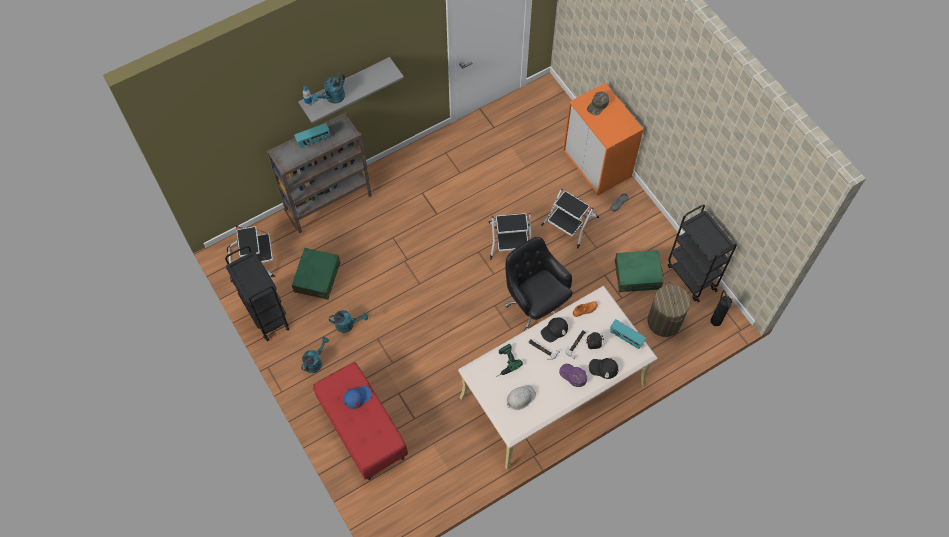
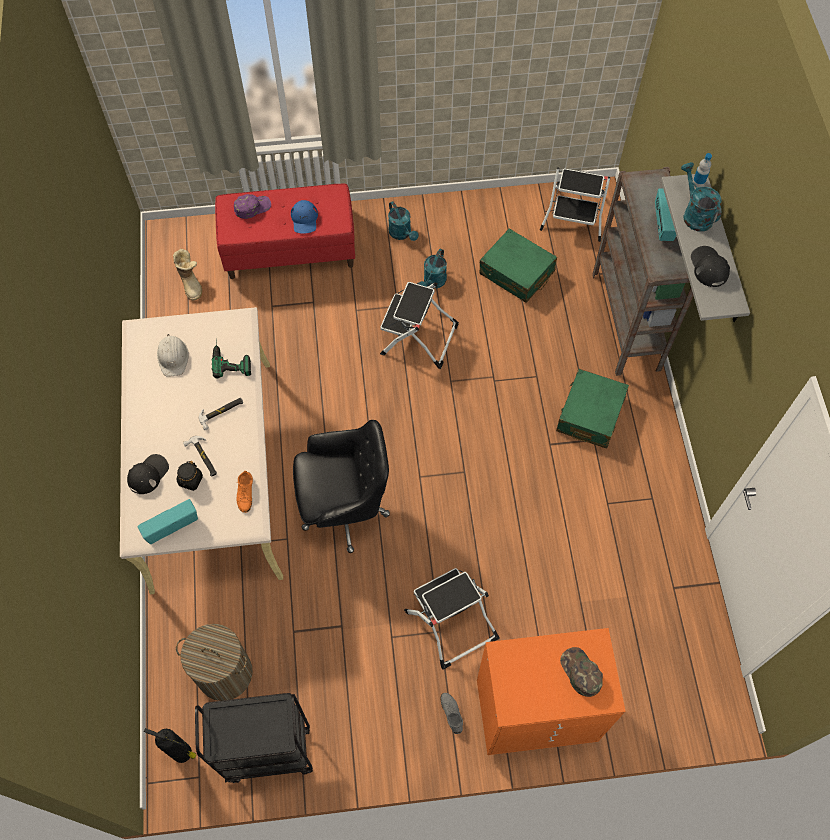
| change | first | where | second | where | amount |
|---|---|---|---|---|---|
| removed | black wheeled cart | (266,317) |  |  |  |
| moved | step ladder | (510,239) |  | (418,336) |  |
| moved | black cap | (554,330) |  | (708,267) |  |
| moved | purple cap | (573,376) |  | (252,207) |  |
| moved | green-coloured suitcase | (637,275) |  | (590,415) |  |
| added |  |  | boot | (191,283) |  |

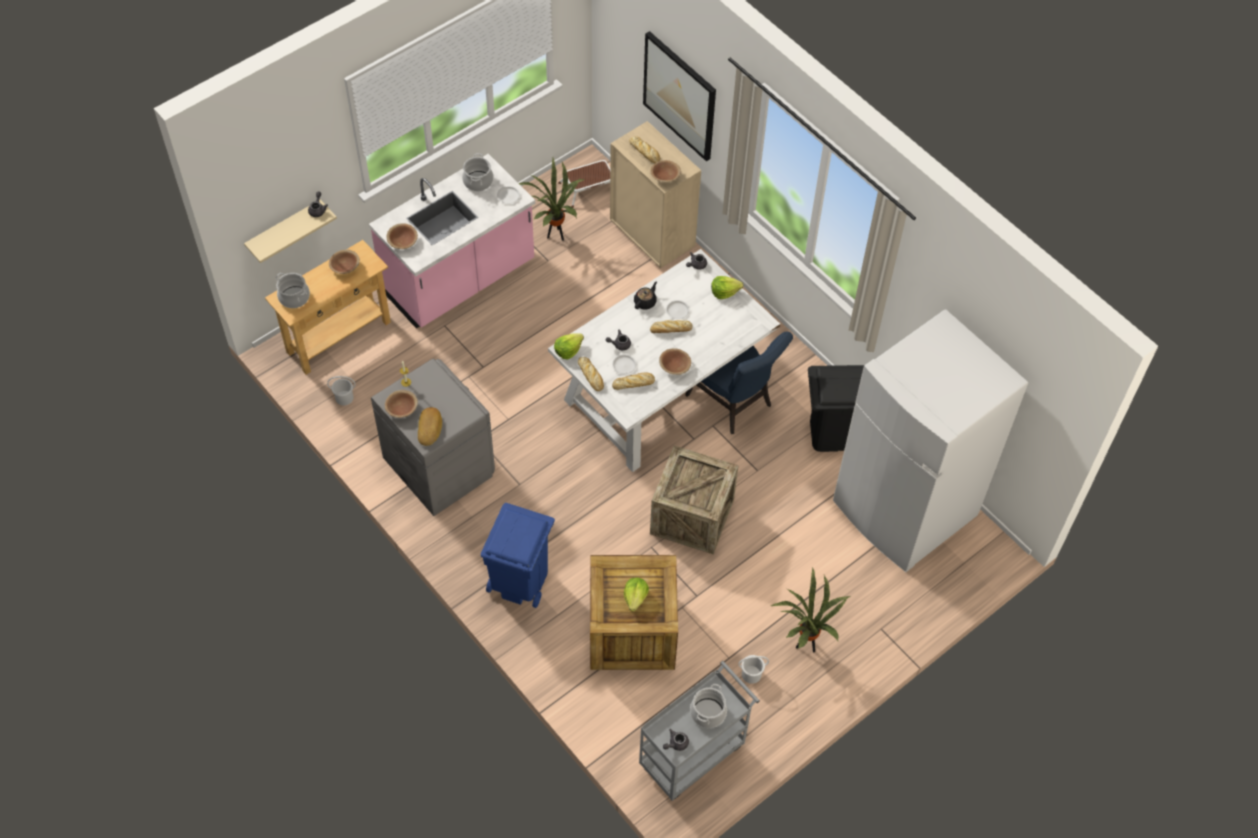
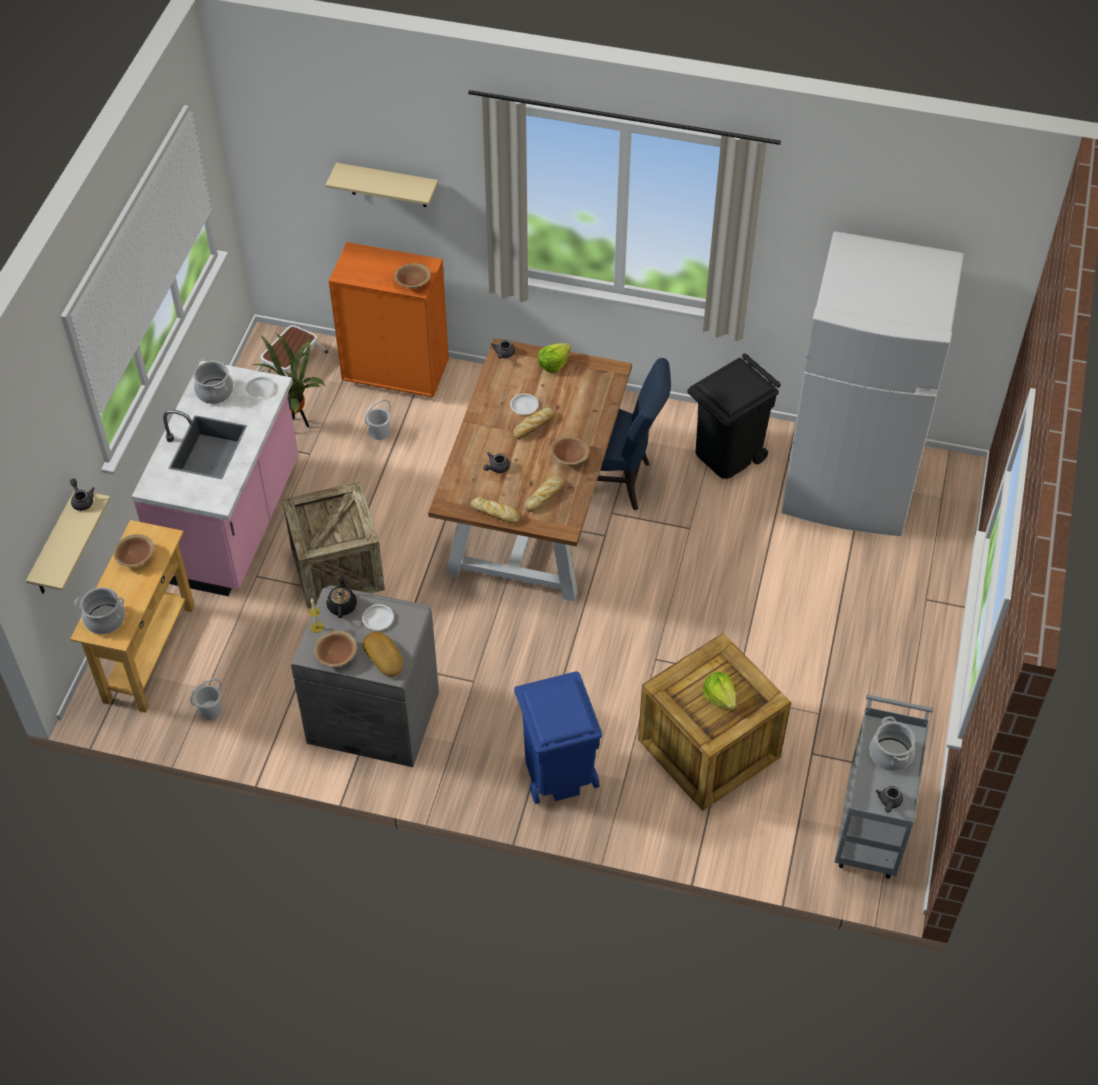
| change | first | where | second | where | amount |
|---|---|---|---|---|---|
| removed | brown serving bowl | (402,241) |  |  |  |
| recoloured | white kitchen table | (661,392) | brown kitchen table | (535,511) |  |
| removed | head of lettuce | (568,350) |  |  |  |
| recoloured | sand-coloured storage cabinet | (653,237) | orangey storage cabinet | (397,374) |  |
| moved | white plate | (624,365) |  | (378,618) |  |
| removed | bakery bread | (645,152) |  |  |  |
| moved | black teapot | (645,302) |  | (342,605) |  |
| replaced | wall art | (680,95) | sand-coloured wall shelf | (388,185) |  |
| moved | packing crate | (692,516) |  | (337,569) |  |
| moved | white pail | (751,674) |  | (380,432) |  |
| removed | plant in a pot | (805,644) |  |  |  |

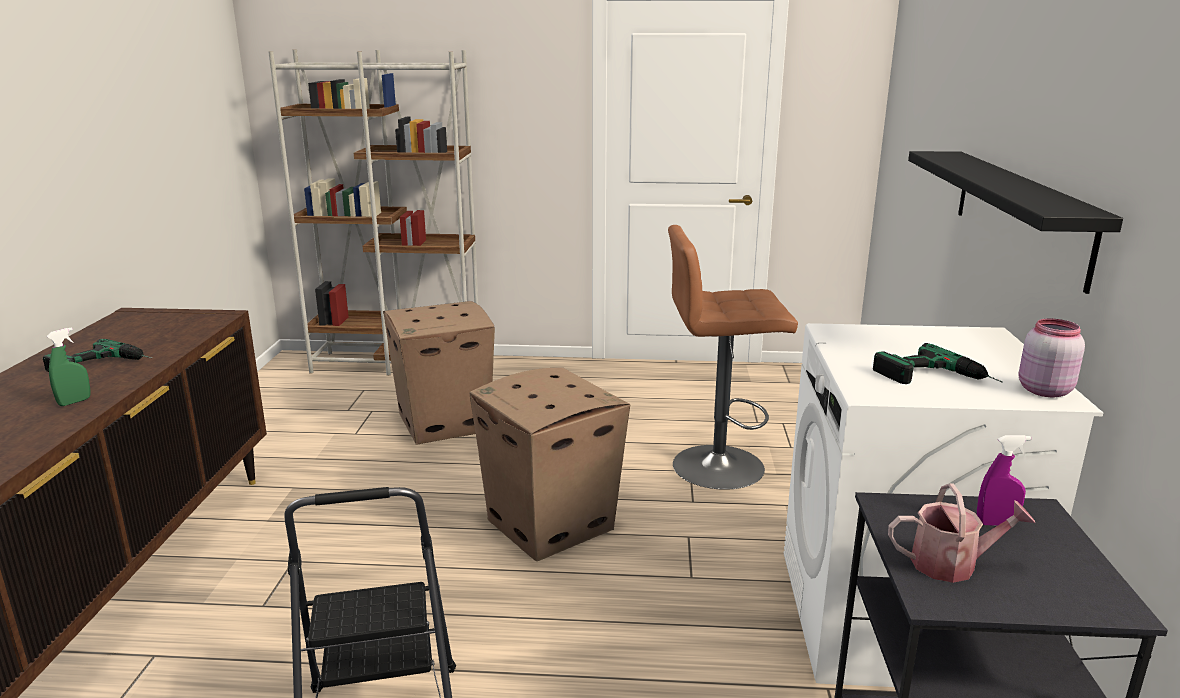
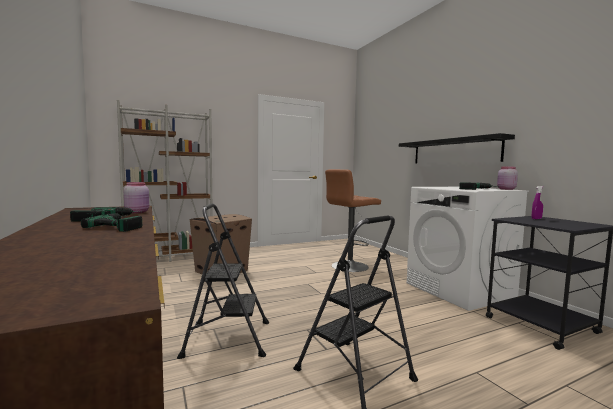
| change | first | where | second | where | amount |
|---|---|---|---|---|---|
| replaced | green-coloured sprayer | (74,402) | drill | (123,225) |  |
| removed | packing box | (551,524) |  |  |  |
| removed | watering can | (952,564) |  |  |  |
| added |  |  | pink-coloured storage jar | (137,212) |  |
| added |  |  | black step ladder | (225,338) |  |

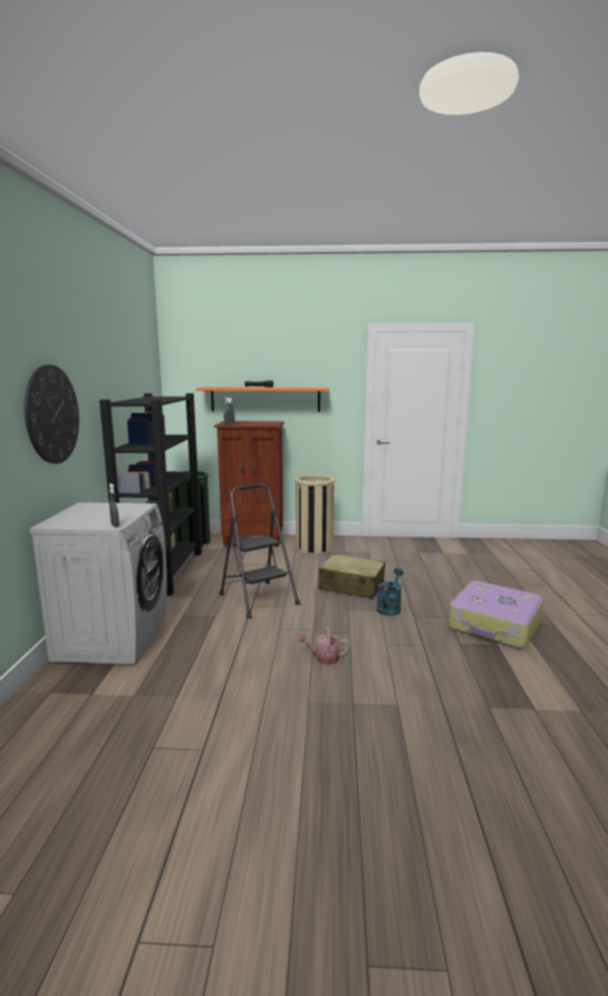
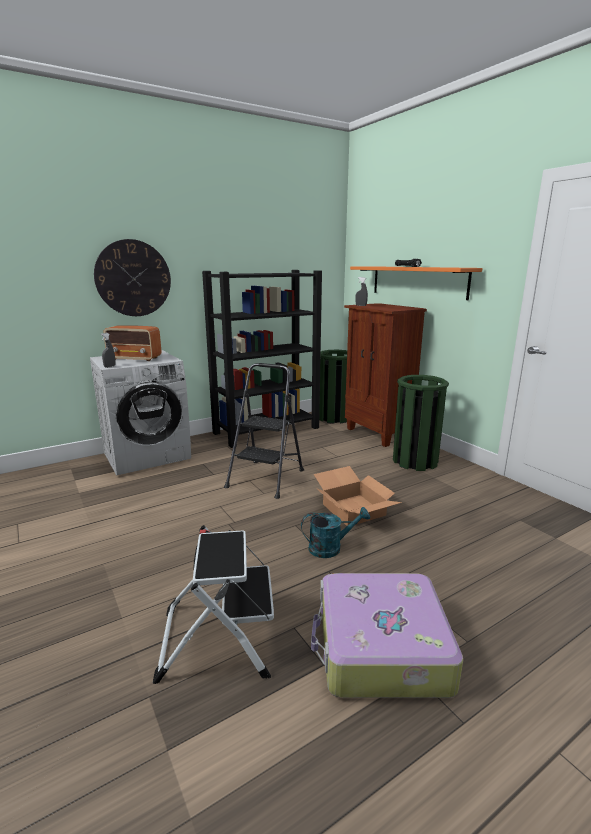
| change | first | where | second | where | amount |
|---|---|---|---|---|---|
| recoloured | sand-coloured trash can | (314,547) | green-coloured trash can | (415,461) |  |
| removed | watering can | (323,658) |  |  |  |
| replaced | sand-coloured suitcase | (351,586) | packing box | (352,509) |  |
| added |  |  | radio set | (135,358) |  |
| added |  |  | step ladder | (218,636) |  |

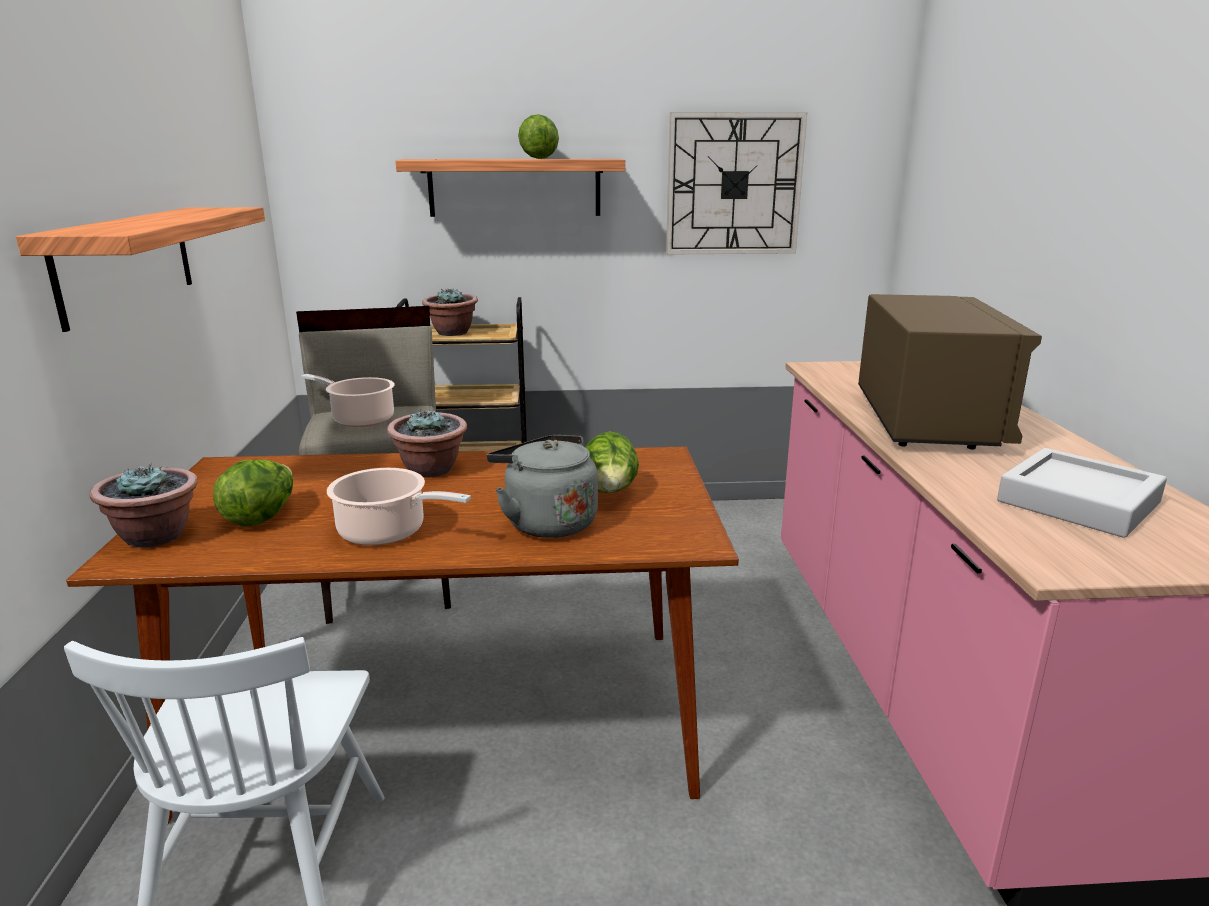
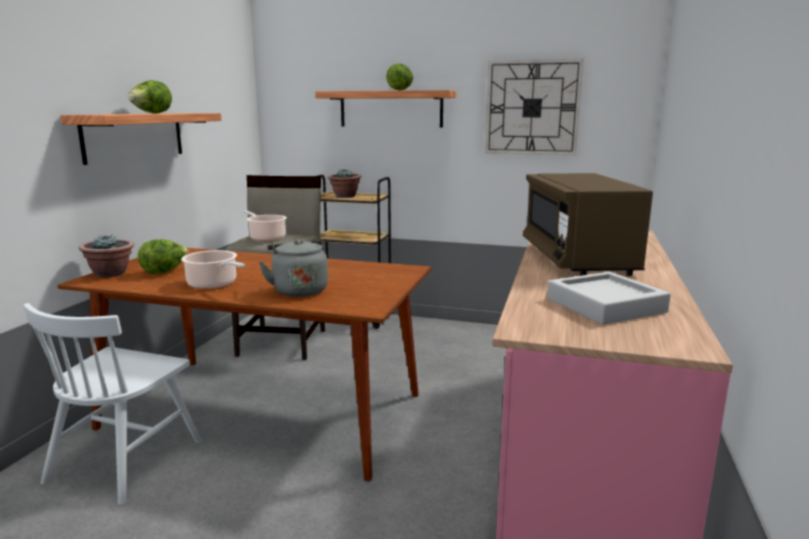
| change | first | where | second | where | amount |
|---|---|---|---|---|---|
| removed | plant in a pot | (431,470) |  |  |  |
| moved | head of lettuce | (610,493) |  | (151,113) |  |
| turned | brown microwave | (927,421) |  | (577,259) | 150 degrees clockwise |

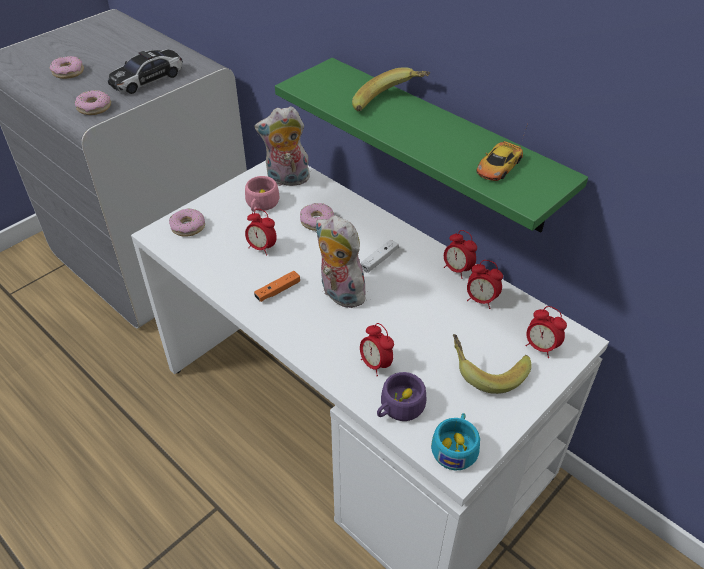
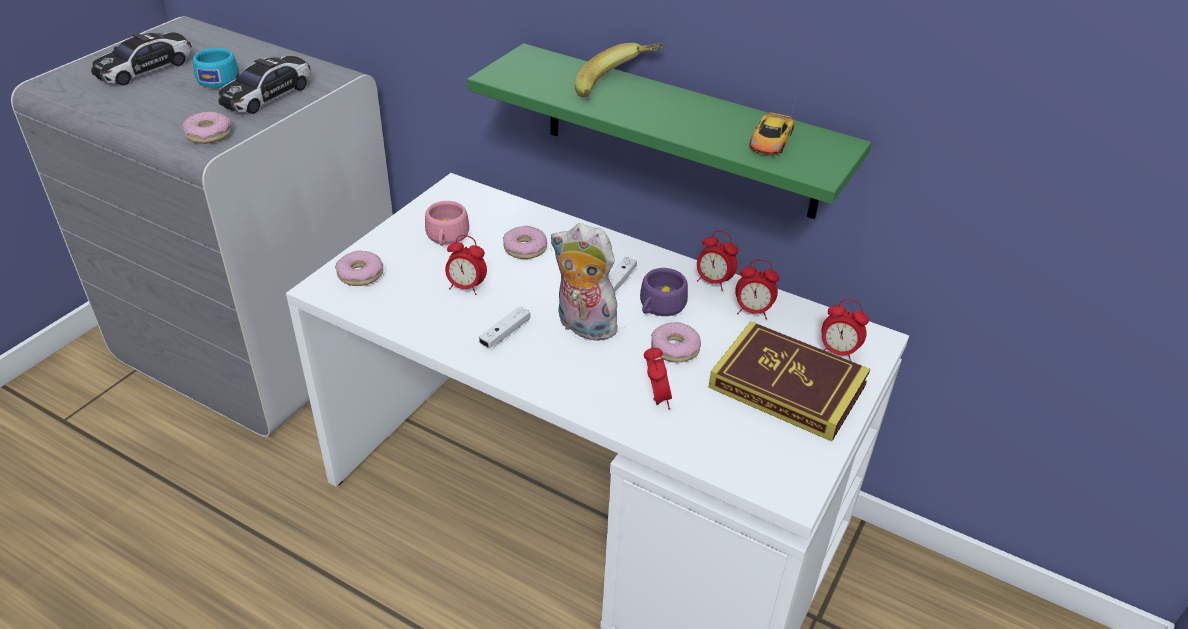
| change | first | where | second | where | amount |
|---|---|---|---|---|---|
| moved | doughnut | (68,72) |  | (675,348) |  |
| recoloured | orangey game controller | (277,291) | white game controller | (505,333) |  |
| removed | plush toy | (287,180) |  |  |  |
| turned | alarm clock | (375,364) |  | (656,399) | 135 degrees counterclockwise |
| moved | purple cup | (398,408) |  | (659,307) |  |
| moved | blue-green cup | (455,447) |  | (221,78) |  |
| replaced | banana | (486,371) | bound book | (787,386) |  |
| added |  |  | model car | (145,69) |  |

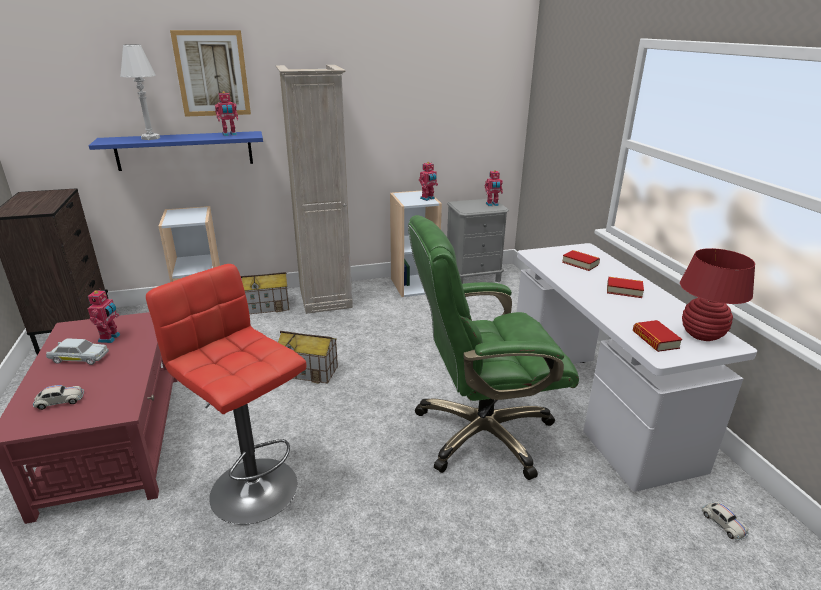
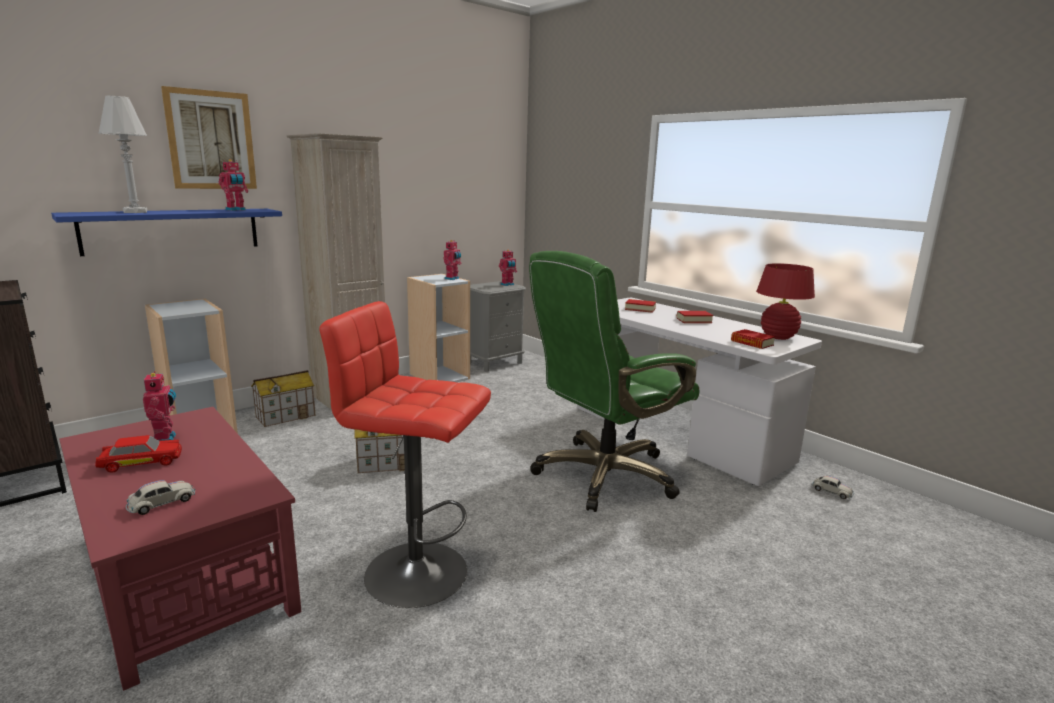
| change | first | where | second | where | amount |
|---|---|---|---|---|---|
| recoloured | white model car | (79,358) | red-coloured model car | (141,462) |  |

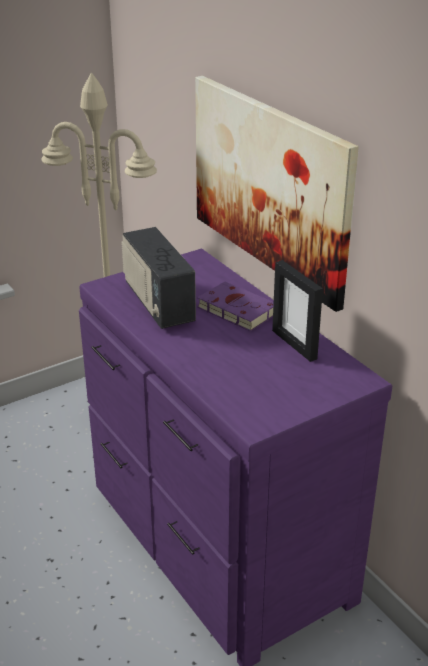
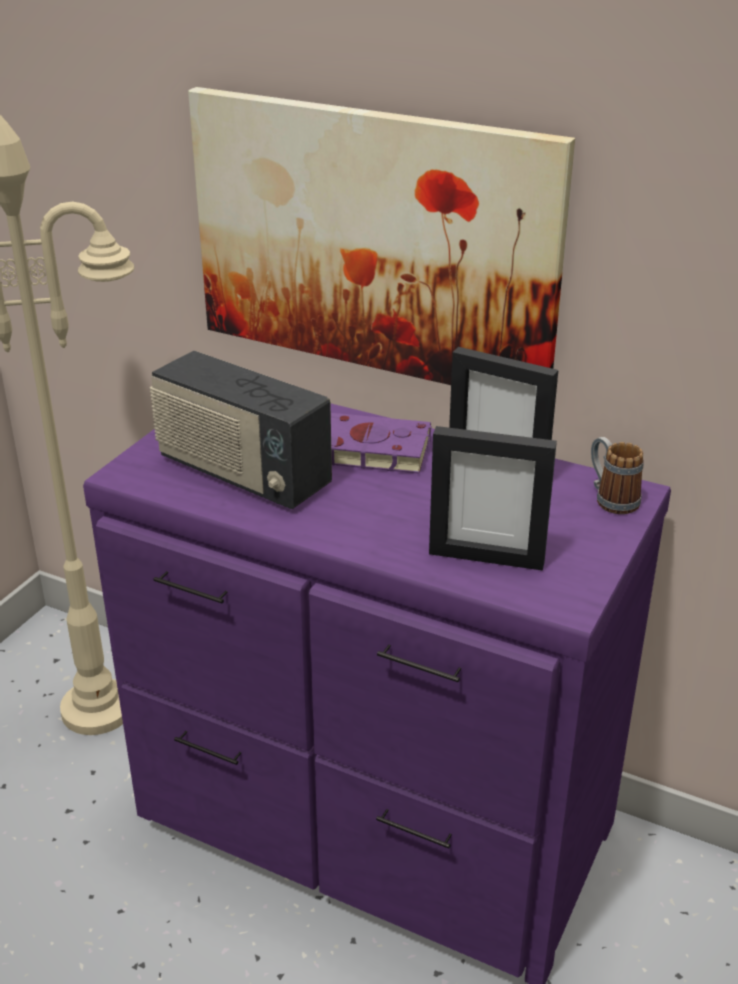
| change | first | where | second | where | amount |
|---|---|---|---|---|---|
| added |  |  | photo frame | (486,556) |  |
| added |  |  | mug | (610,498) |  |

